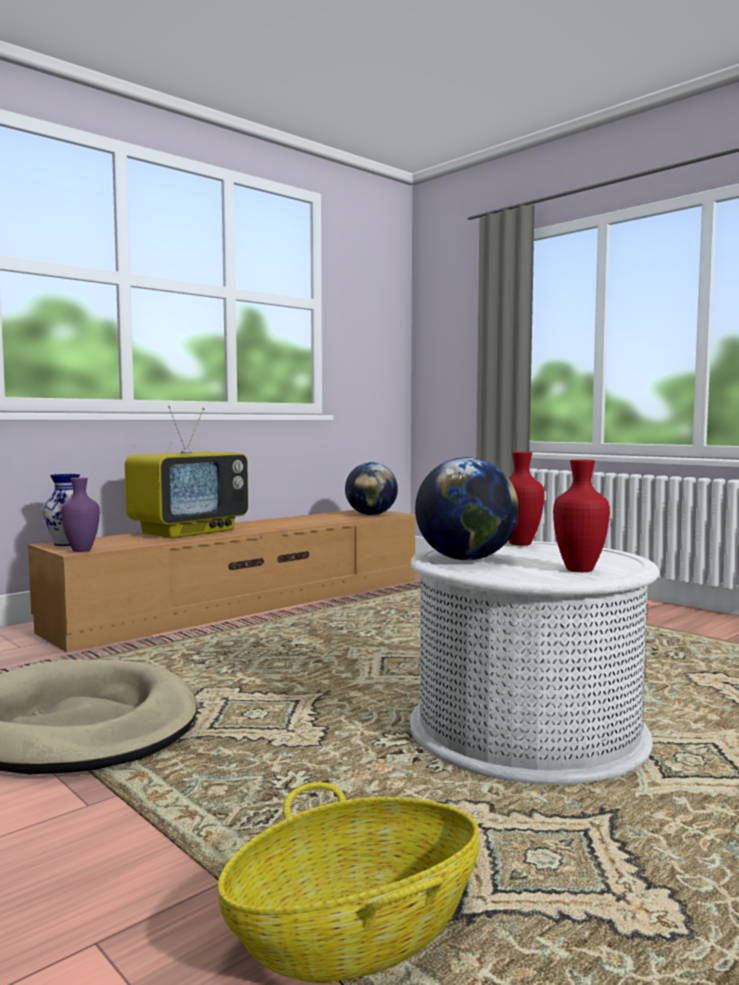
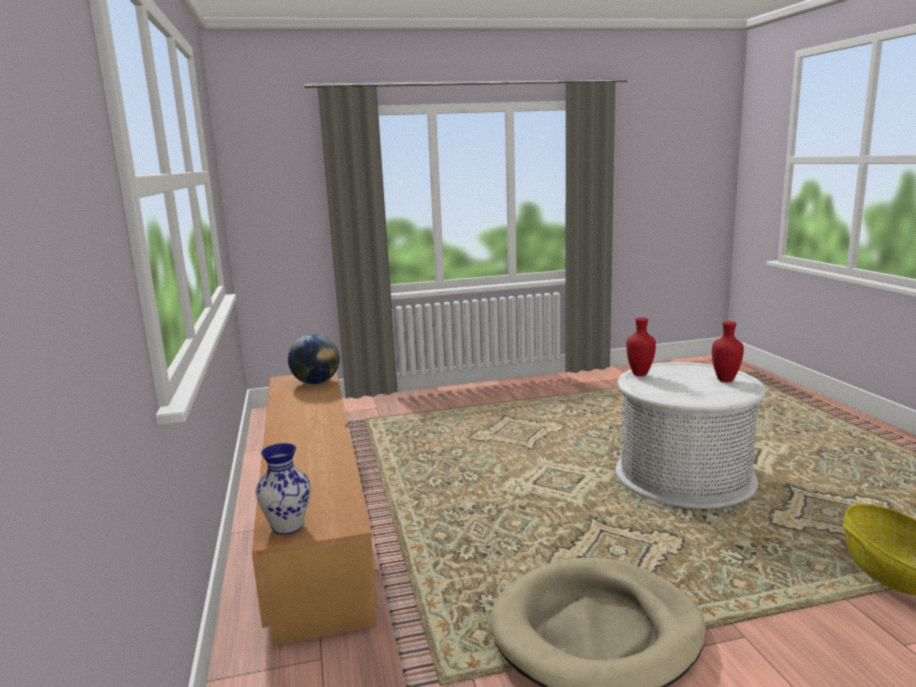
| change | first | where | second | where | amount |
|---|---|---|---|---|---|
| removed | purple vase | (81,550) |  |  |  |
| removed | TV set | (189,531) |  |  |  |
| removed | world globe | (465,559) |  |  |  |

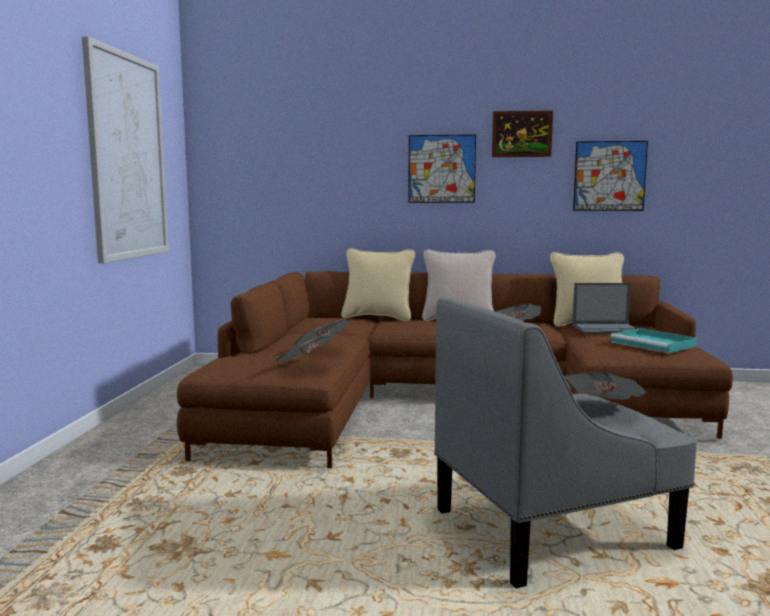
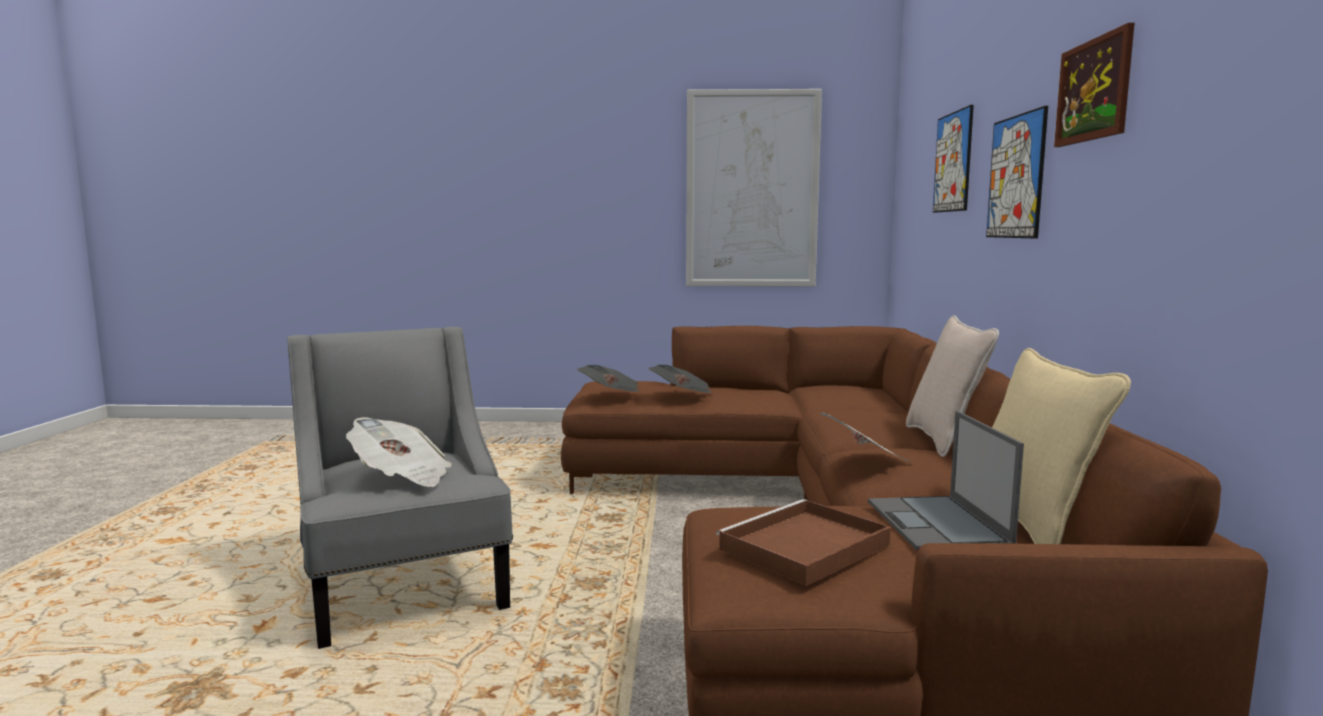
| change | first | where | second | where | amount |
|---|---|---|---|---|---|
| removed | sand-coloured pillow | (378,317) |  |  |  |
| moved | wall art | (609,176) |  | (952,162) |  |
| recoloured | blue-green serving tray | (654,344) | brown serving tray | (803,548) |  |

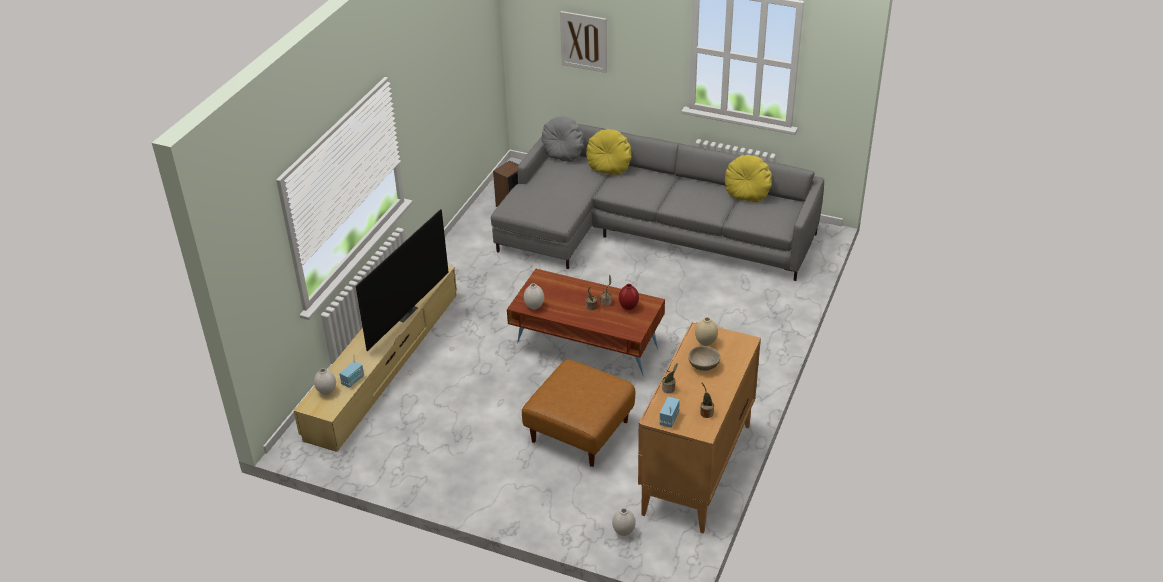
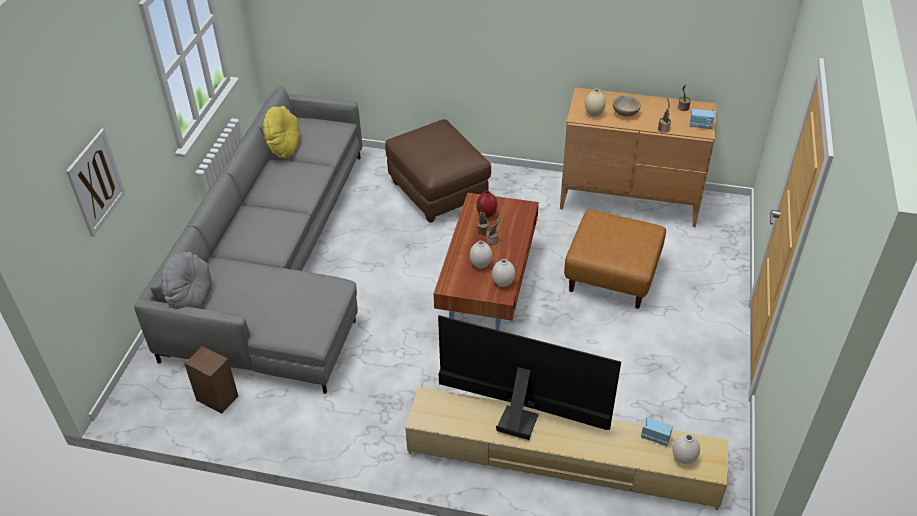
| change | first | where | second | where | amount |
|---|---|---|---|---|---|
| removed | yellow pillow | (609,170) |  |  |  |
| moved | white vase | (624,532) |  | (481,265) |  |
| added |  |  | brown ottoman | (438,192) |  |

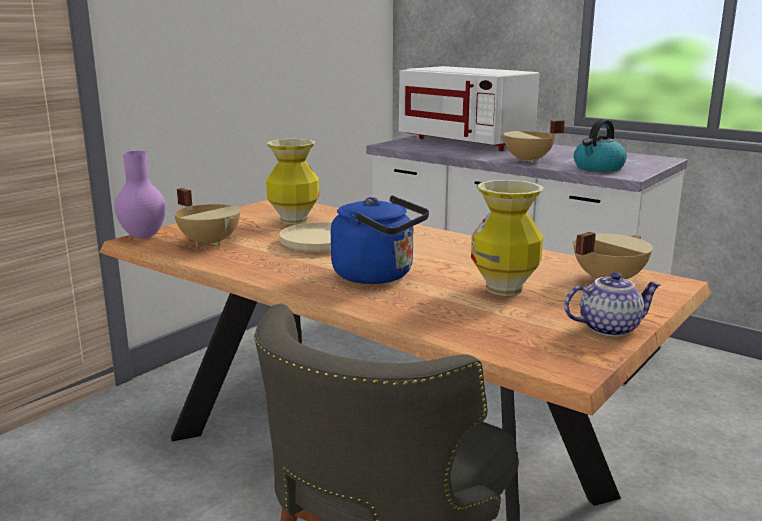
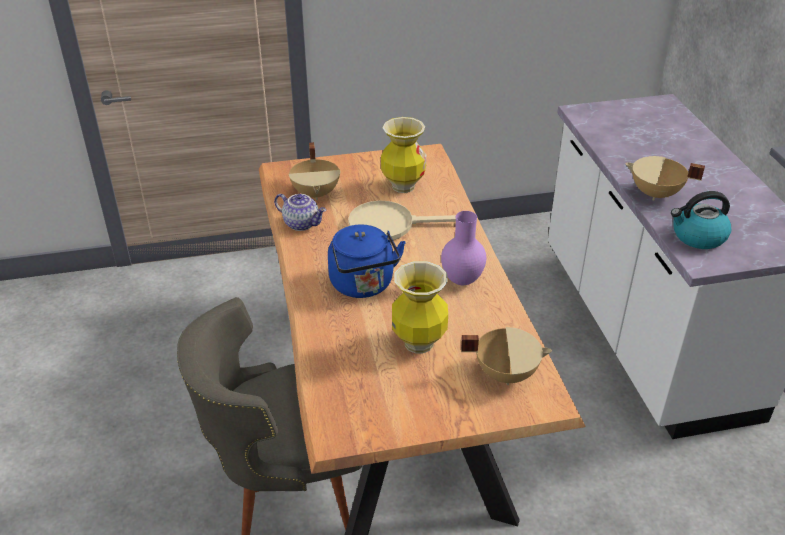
| change | first | where | second | where | amount |
|---|---|---|---|---|---|
| moved | purple vase | (143,236) |  | (462,280) |  |
| removed | white microwave | (466,142) |  |  |  |
| moved | teapot | (609,328) |  | (302,223) |  |

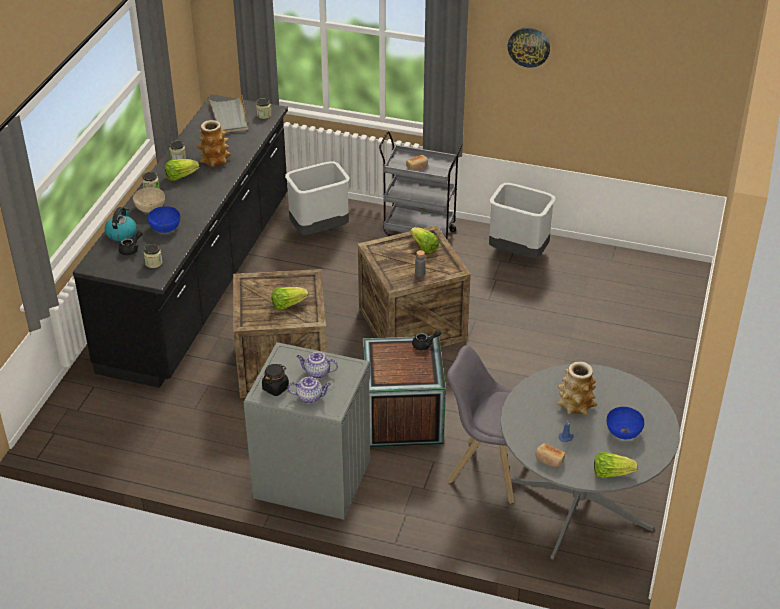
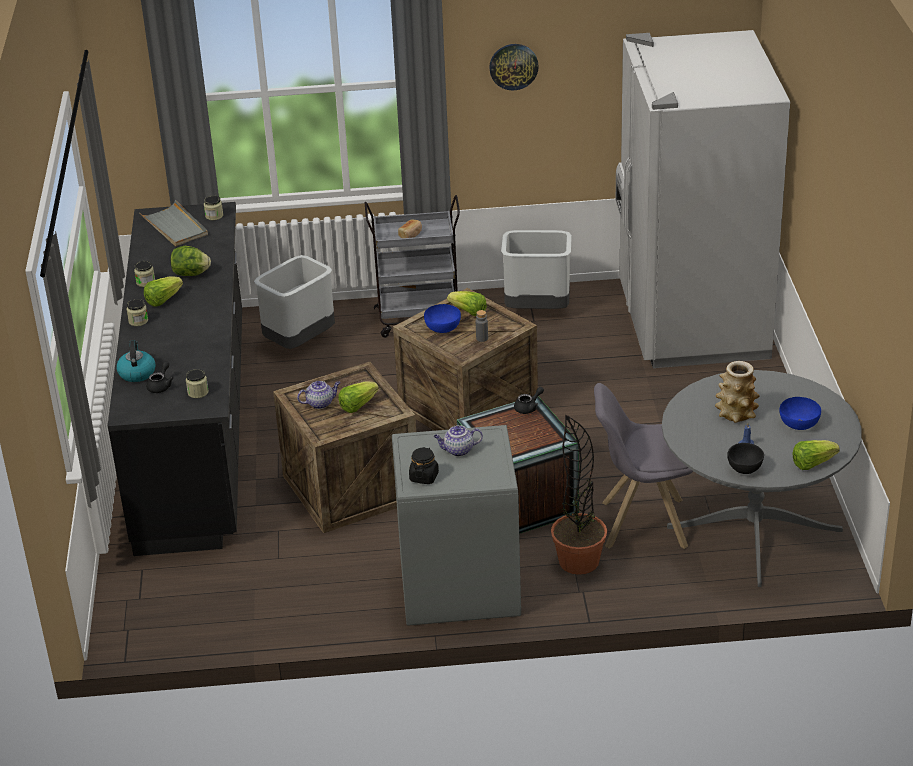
| change | first | where | second | where | amount |
|---|---|---|---|---|---|
| removed | sand-coloured serving bowl | (150,208) |  |  |  |
| moved | blue-coloured serving bowl | (164,227) |  | (442,328) |  |
| replaced | vase | (215,160) | head of lettuce | (191,274) |  |
| moved | teapot | (310,397) |  | (320,403) |  |
| replaced | bakery bread | (549,460) | black serving bowl | (744,469) |  |
| added |  |  | plant in a pot | (578,561) |  |
| added |  |  | white refrigerator | (691,321) |  |

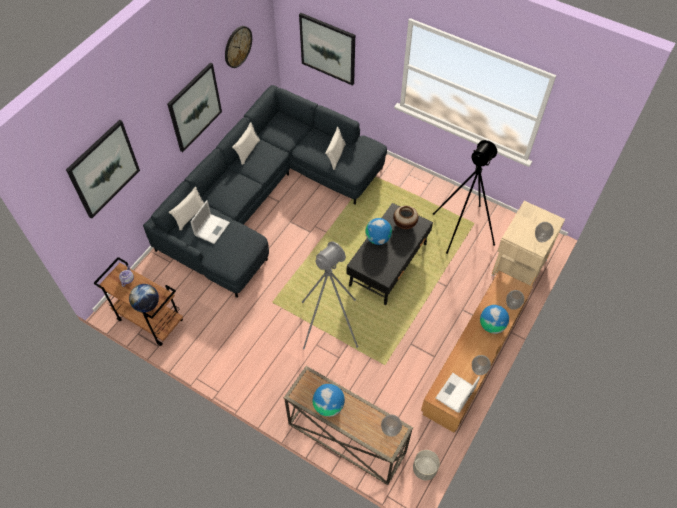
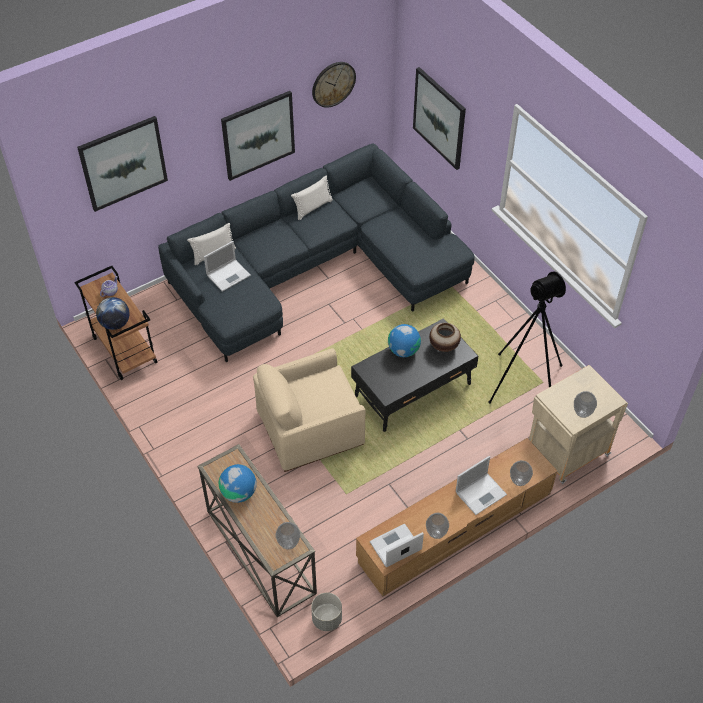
| change | first | where | second | where | amount |
|---|---|---|---|---|---|
| replaced | grey standing lamp | (329,323) | sand-coloured easy chair | (310,427) |  |
| removed | white pillow | (335,156) |  |  |  |
| replaced | world globe | (491,325) | portable computer | (481,493) |  |

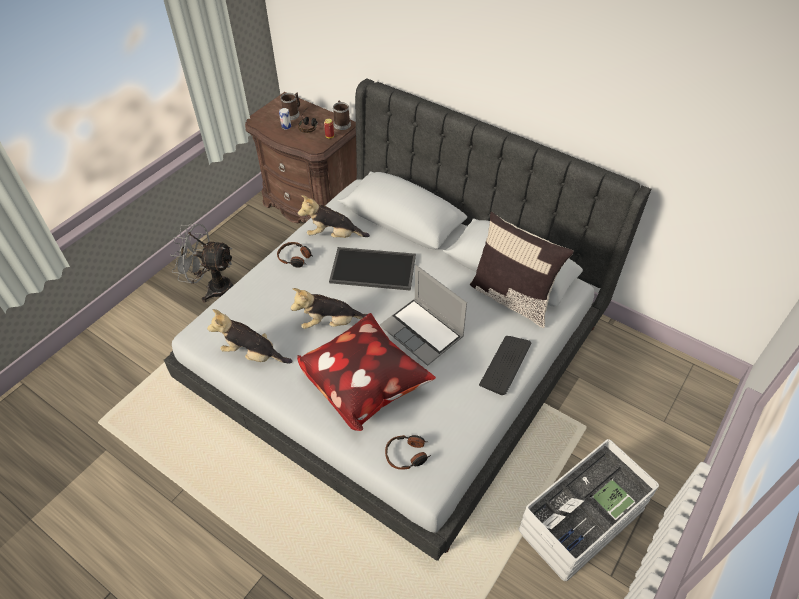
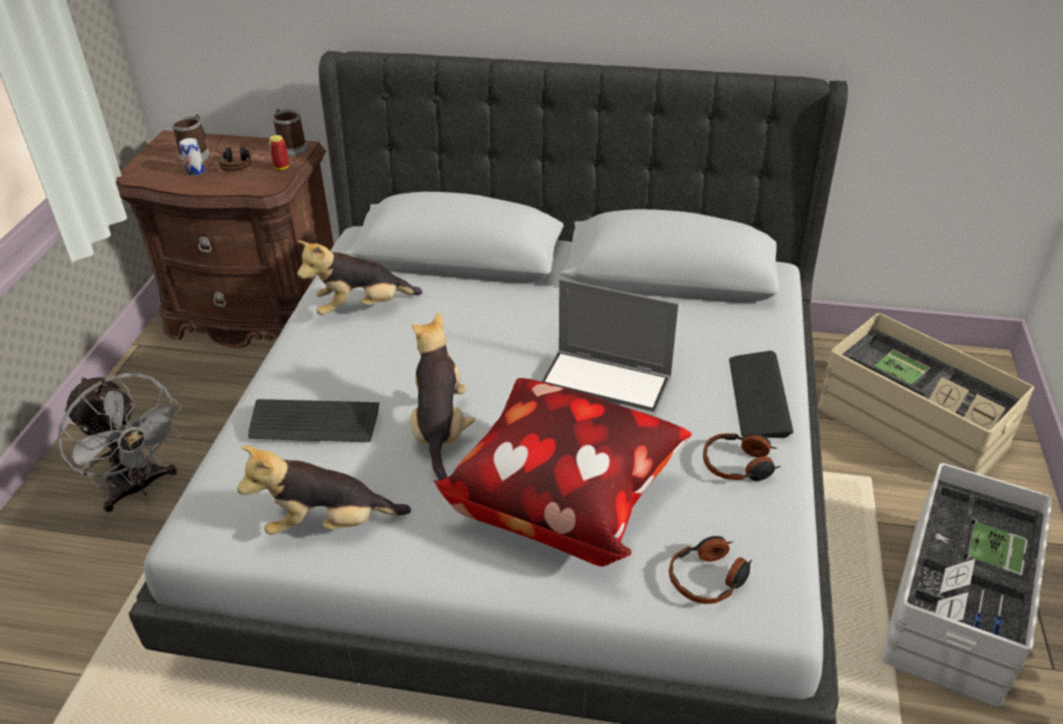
| change | first | where | second | where | amount |
|---|---|---|---|---|---|
| turned | grey fan | (213,288) |  | (139,488) | 120 degrees counterclockwise |
| moved | pair of headphones | (295,258) |  | (739,465) |  |
| turned | plush toy | (330,323) |  | (441,430) | 120 degrees clockwise |
| removed | serving tray | (372,270) |  |  |  |
| removed | pillow | (512,298) |  |  |  |
| added |  |  | PC keyboard | (314,423) |  |
| added |  |  | sand-coloured storage bin | (913,425) |  |

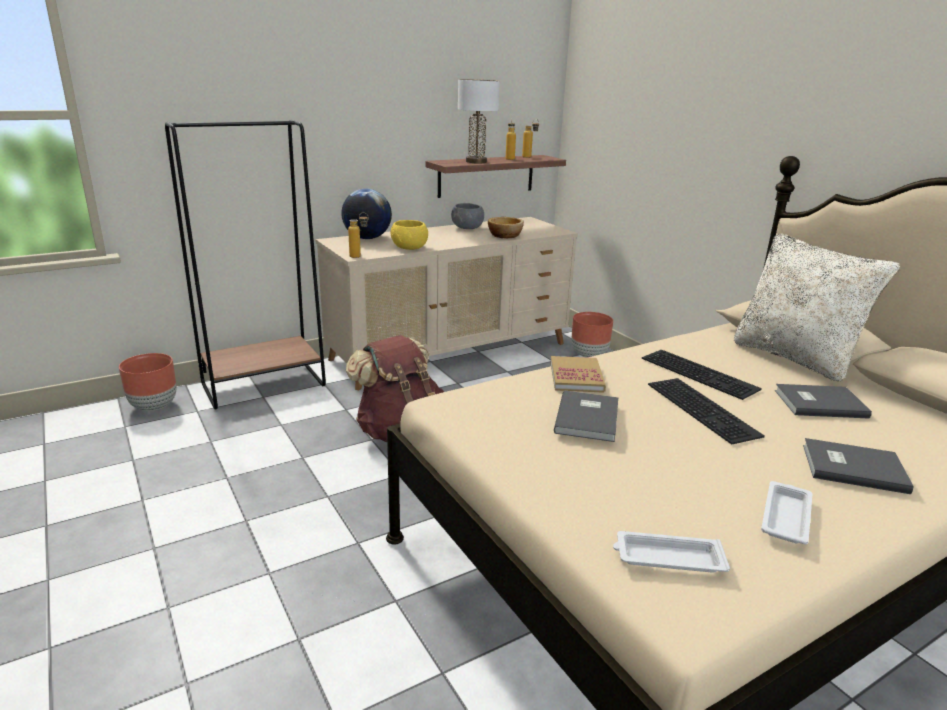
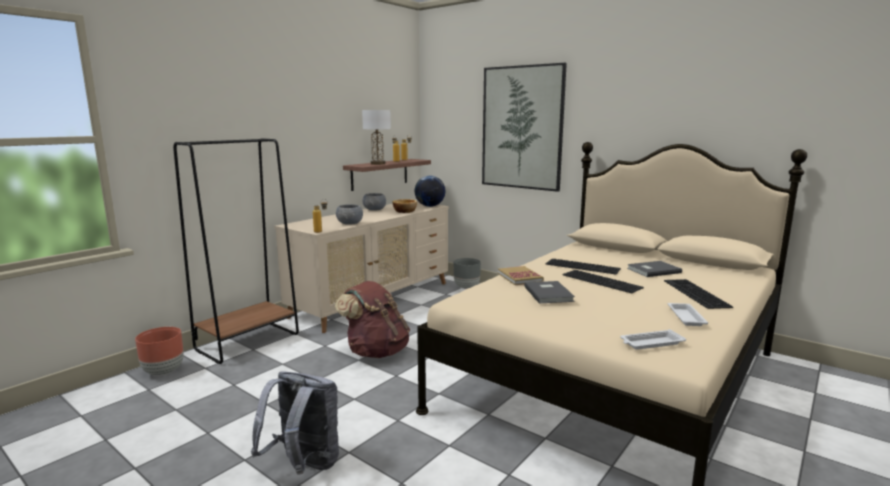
| change | first | where | second | where | amount |
|---|---|---|---|---|---|
| moved | world globe | (367,238) |  | (430,206) |  |
| recoloured | yellow serving bowl | (409,248) | grey serving bowl | (349,223) |  |
| recoloured | brown planter | (589,355) | grey planter | (466,287) |  |
| removed | sand-coloured pillow | (793,360) |  |  |  |
| replaced | grey bound book | (851,467) | PC keyboard | (693,293) |  |
| added |  |  | grey knapsack | (304,466) |  |
| added |  |  | wall art | (522,128) |  |

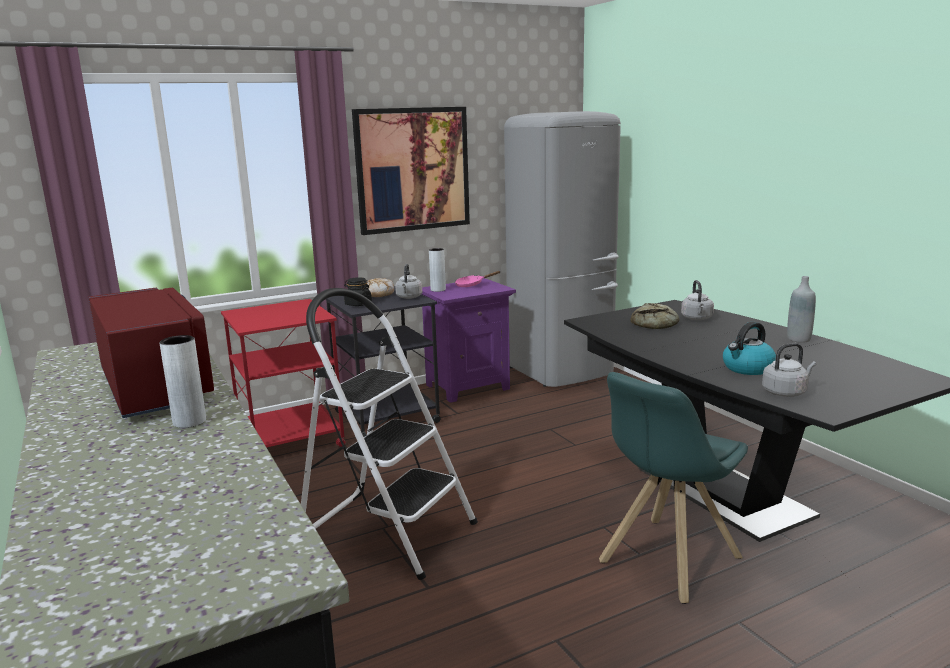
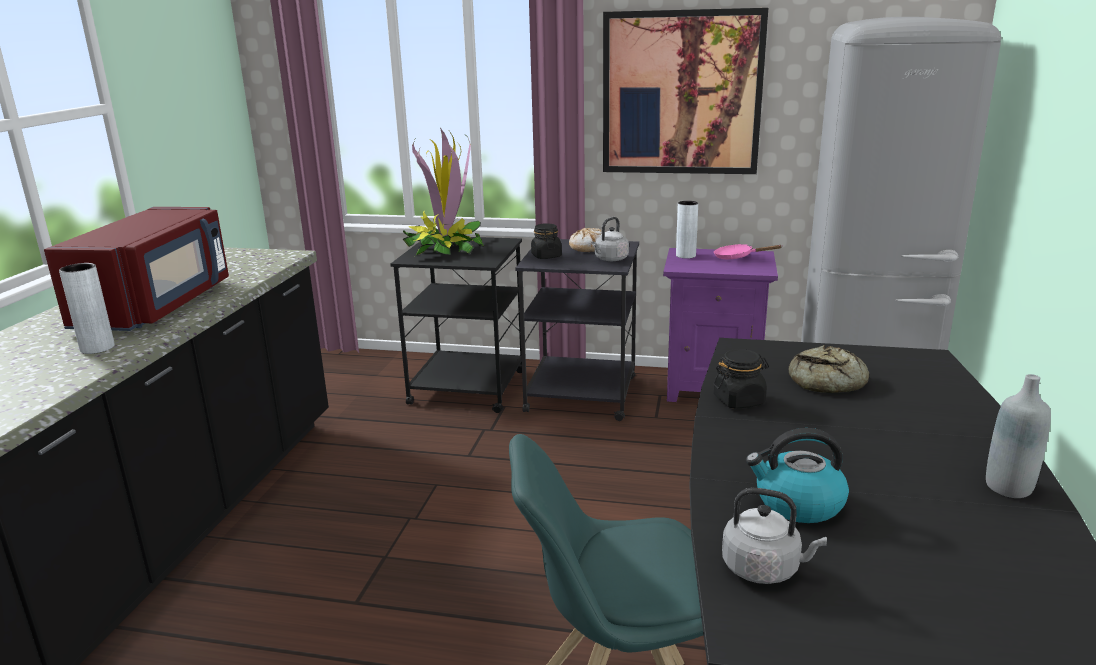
| change | first | where | second | where | amount |
|---|---|---|---|---|---|
| recoloured | red-coloured wheeled cart | (292,438) | black wheeled cart | (470,388) |  |
| removed | step ladder | (384,530) |  |  |  |
| removed | grey kettle | (697,318) |  |  |  |
| added |  |  | plant in a pot | (445,248) |  |
| added |  |  | black storage jar | (739,400) |  |

